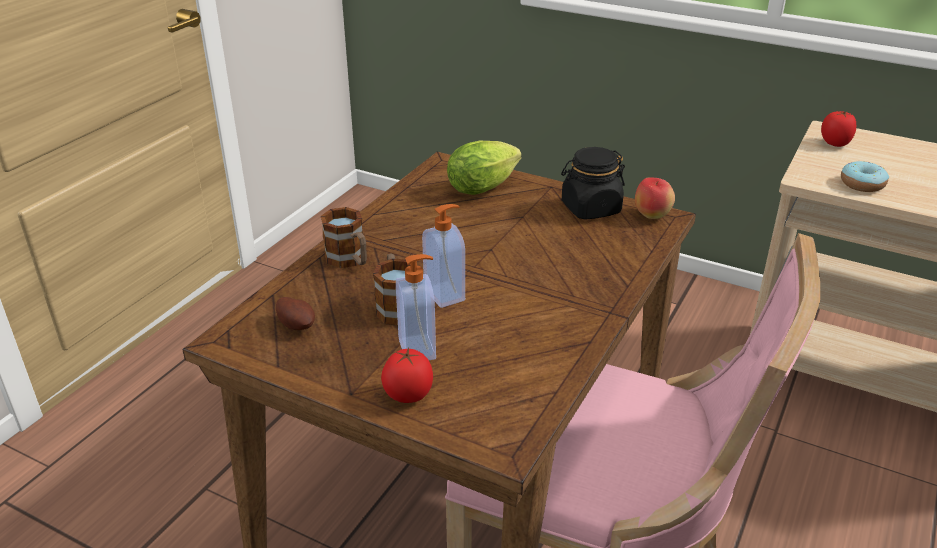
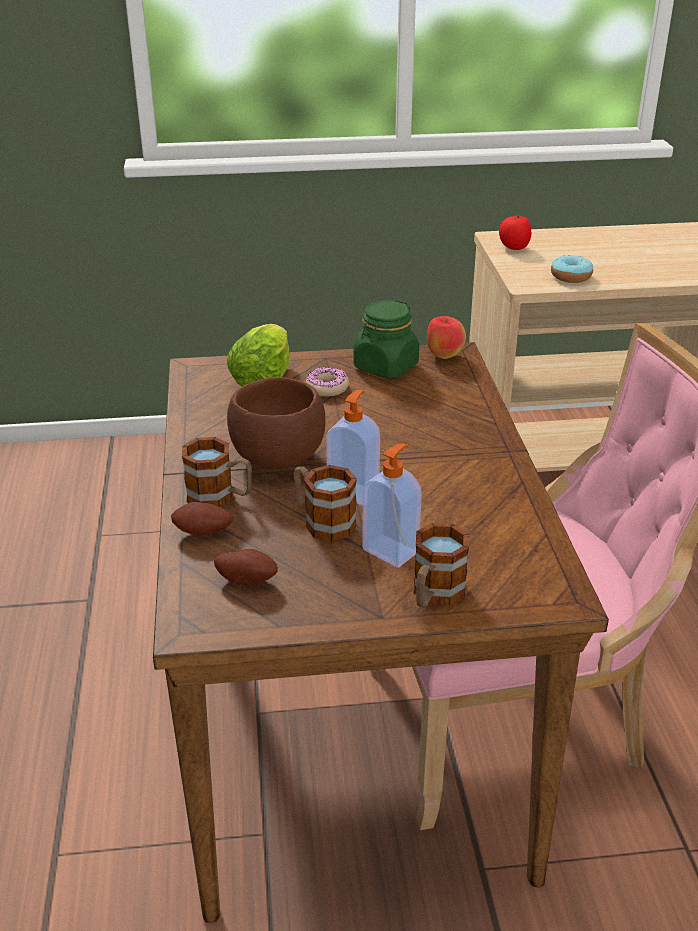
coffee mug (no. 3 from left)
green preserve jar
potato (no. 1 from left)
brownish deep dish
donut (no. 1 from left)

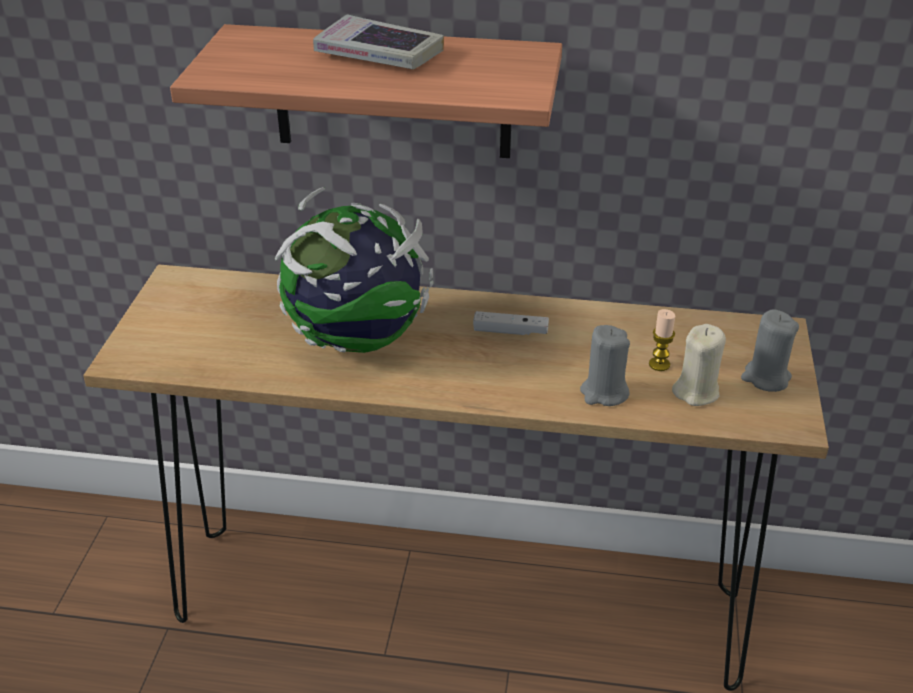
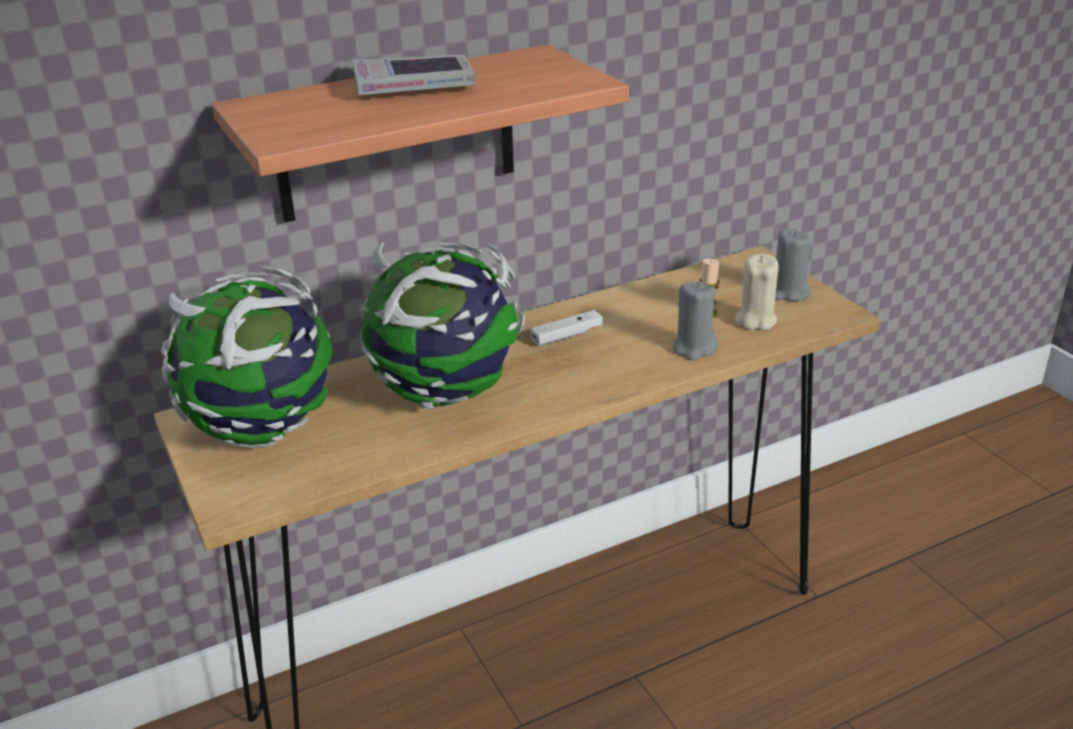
world globe (no. 1 from left)

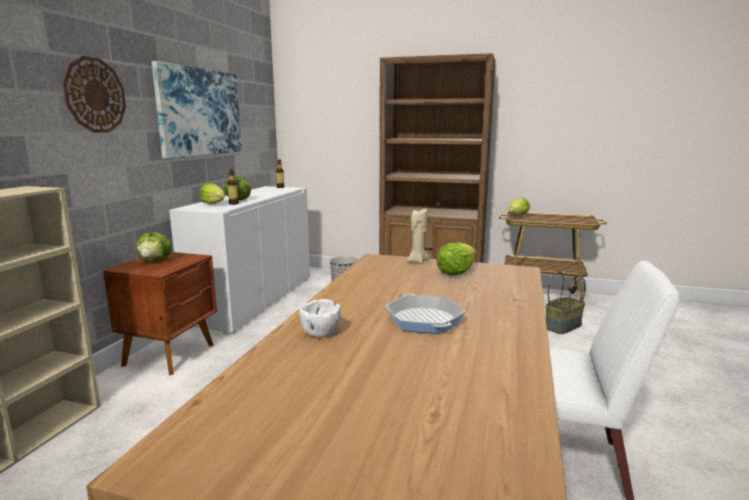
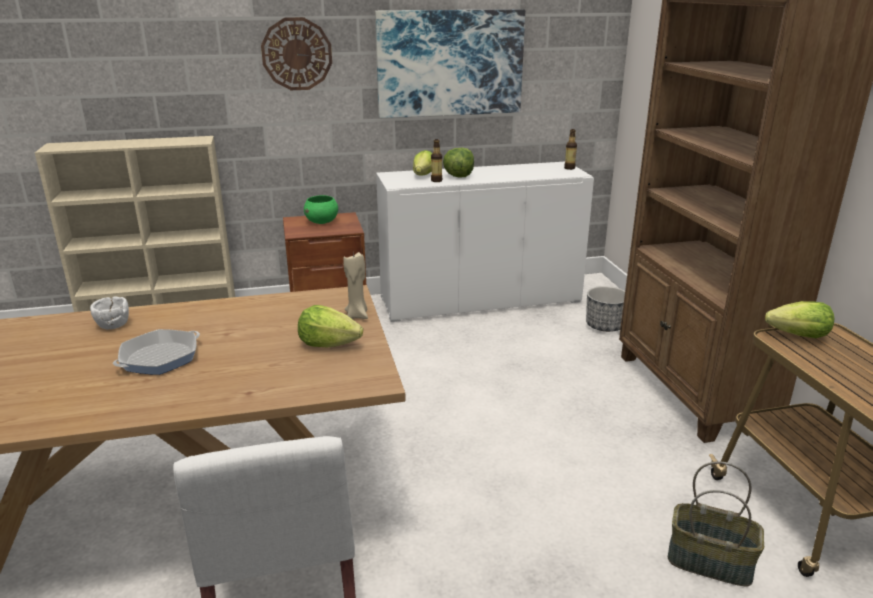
green deep dish

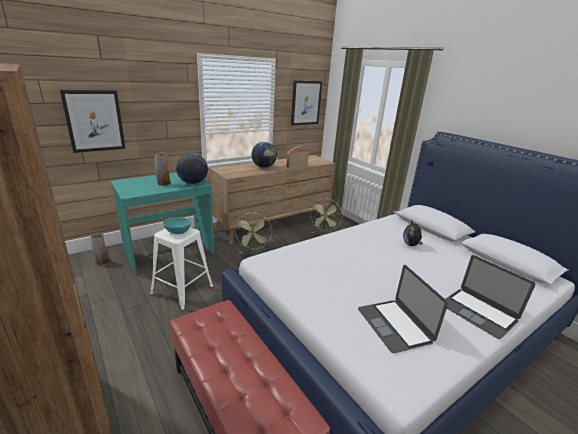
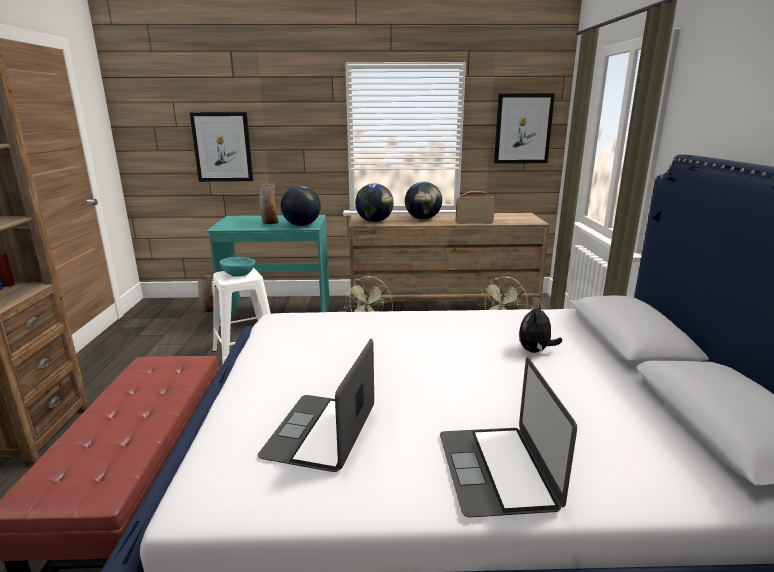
world globe (no. 2 from left)

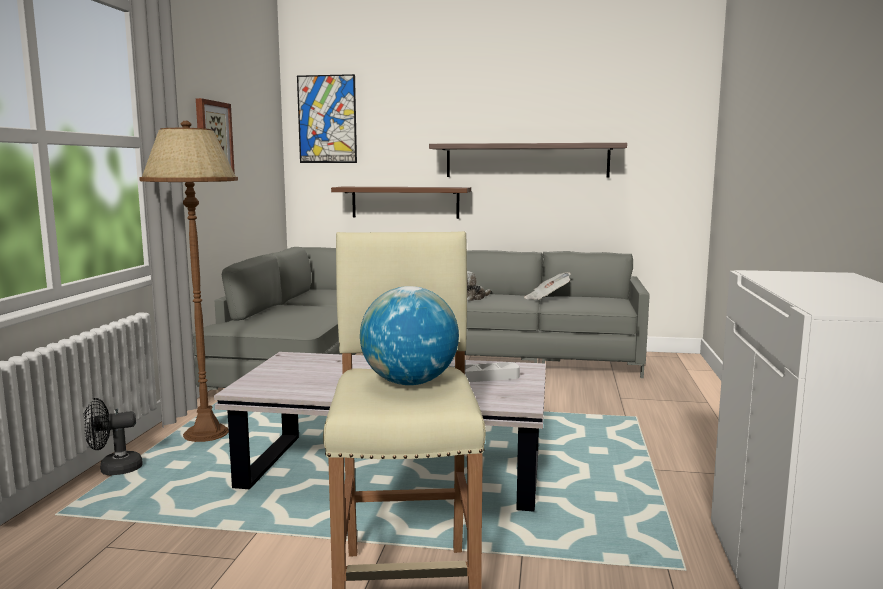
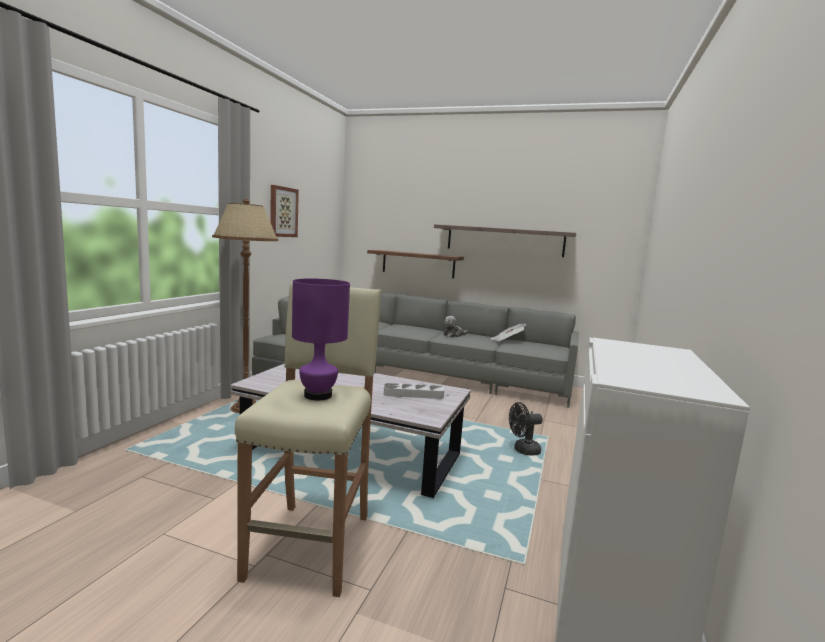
blackish electric fan
wall art (no. 2 from left in the first image)
purplish tabletop lamp

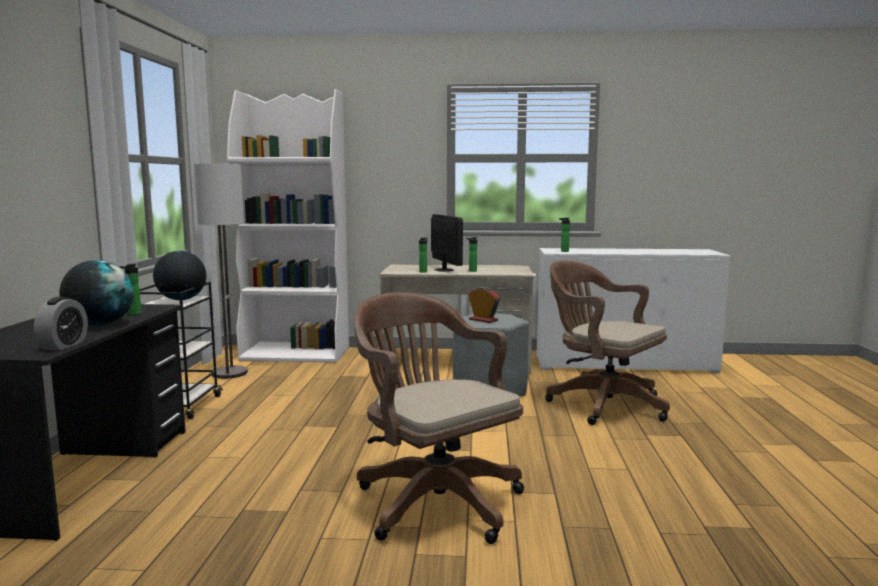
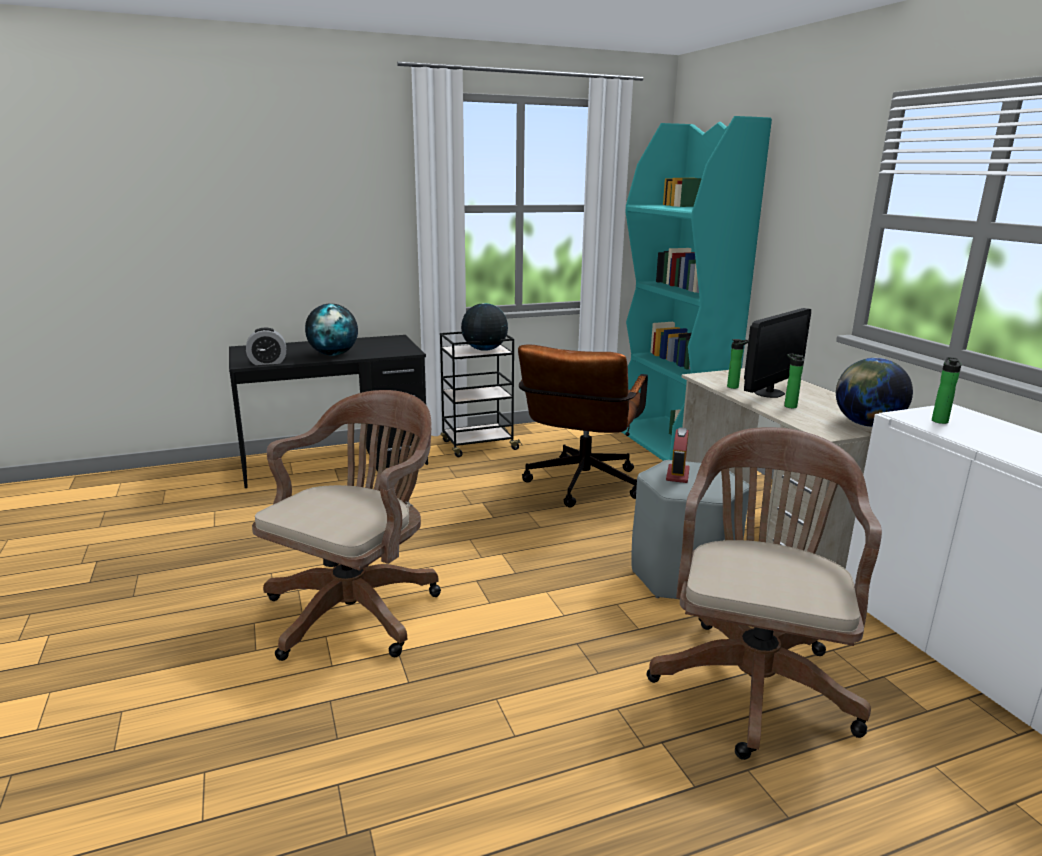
beverage bottle (no. 1 from left in the first image)
standard lamp
blue-green shelving unit
brownish office chair (no. 2 from left)
world globe (no. 3 from left)

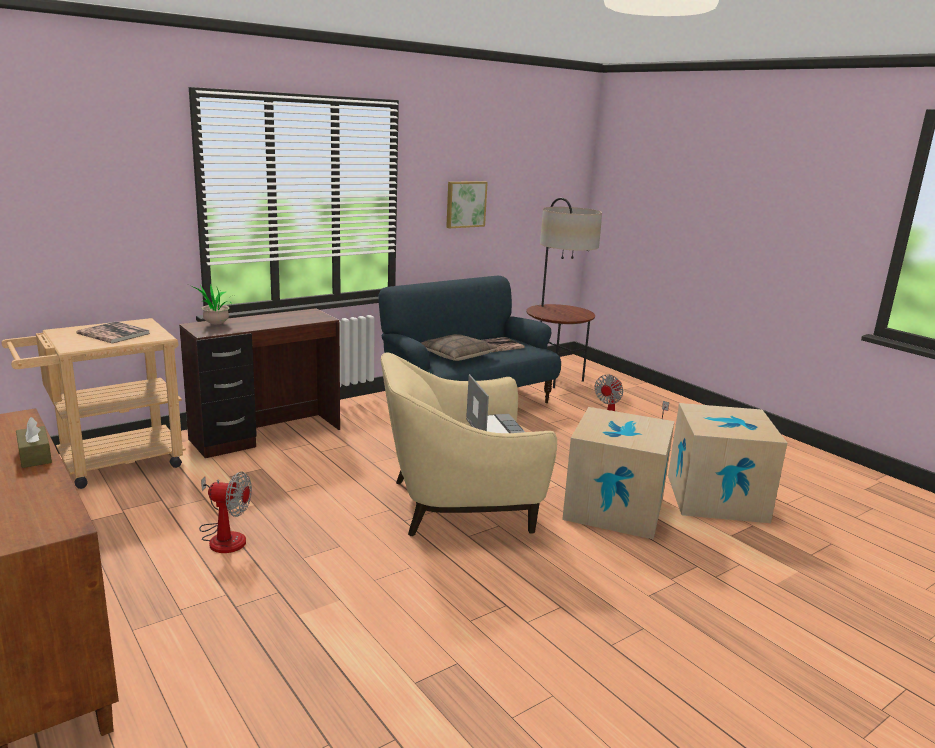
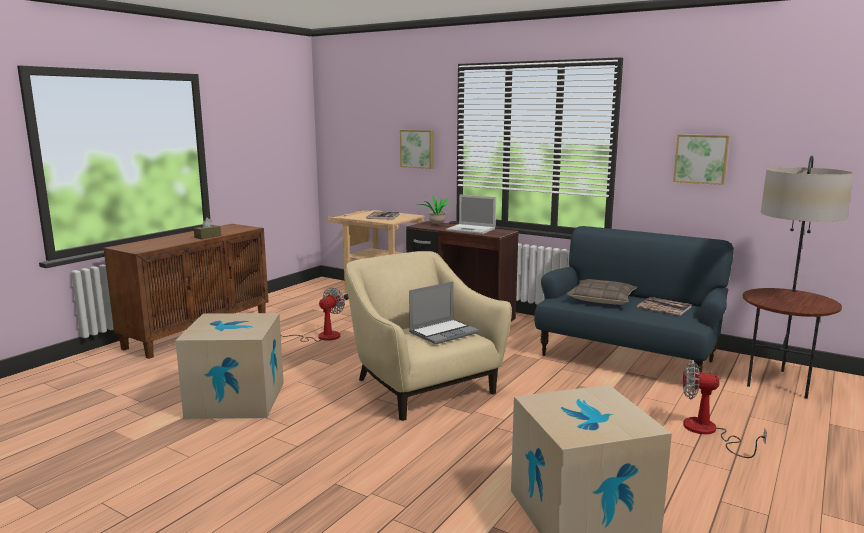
electric fan (no. 1 from left)
packing box (no. 1 from left)
wall art (no. 1 from left)
laptop (no. 2 from left)

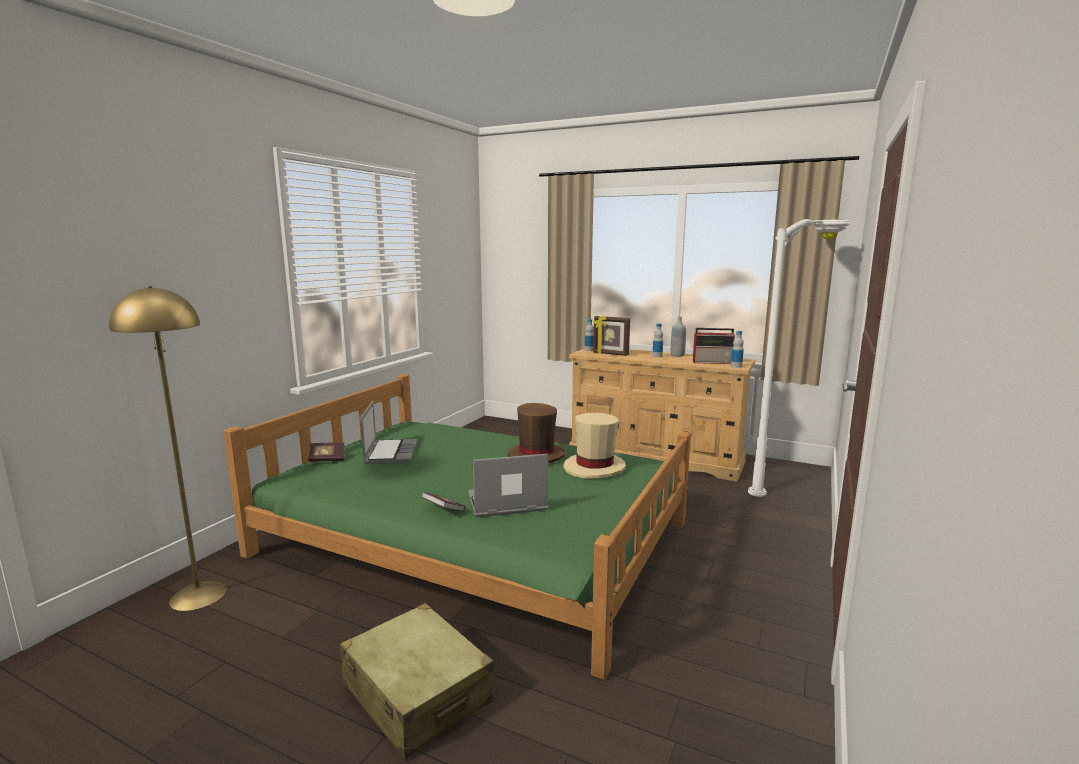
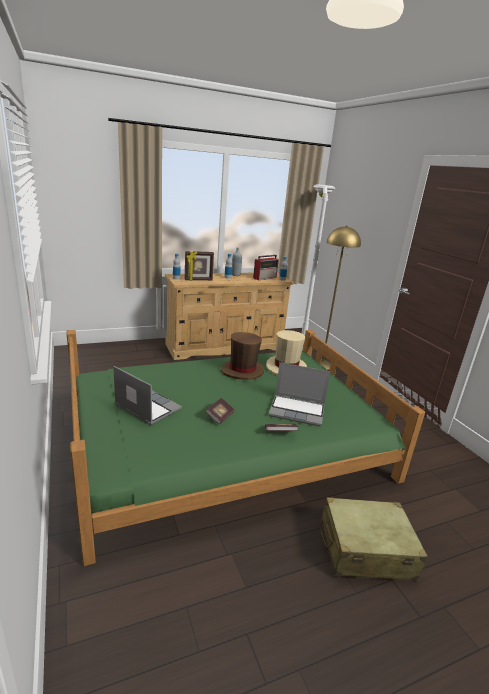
yellow-coloured standard lamp
bound book (no. 1 from left)
laptop (no. 2 from left)

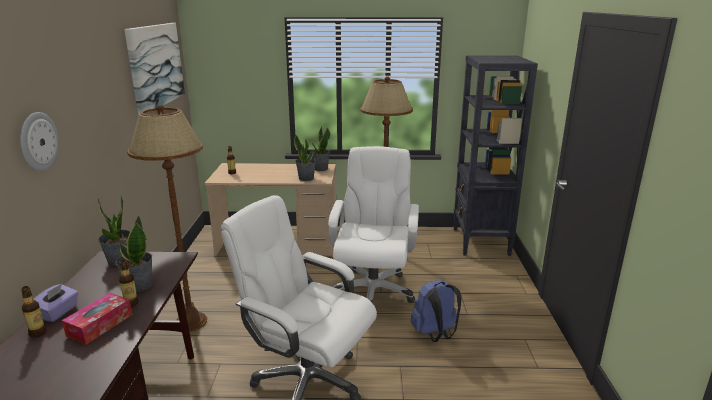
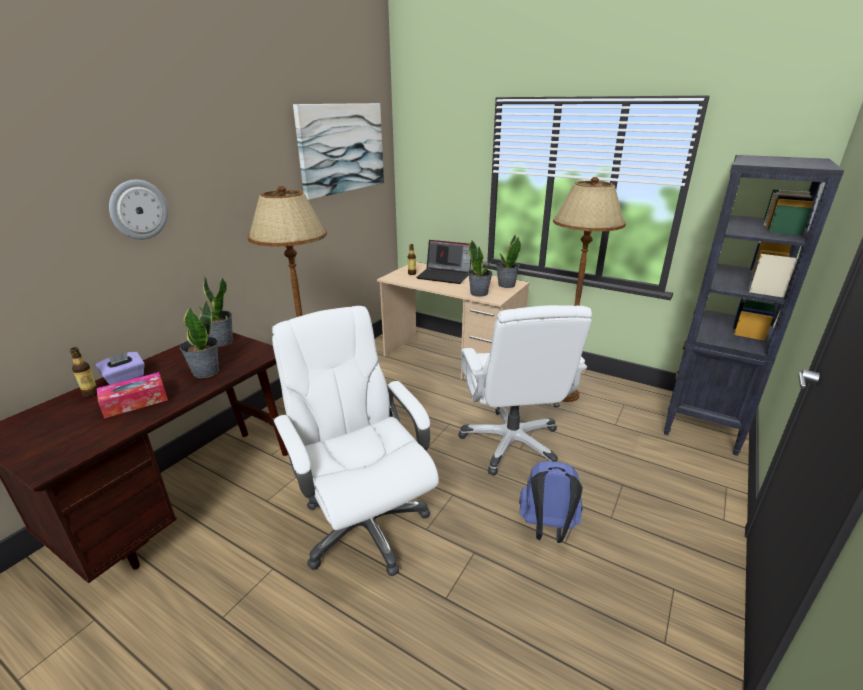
beverage bottle (no. 2 from left in the first image)
white-coloured office chair (no. 2 from left)
laptop

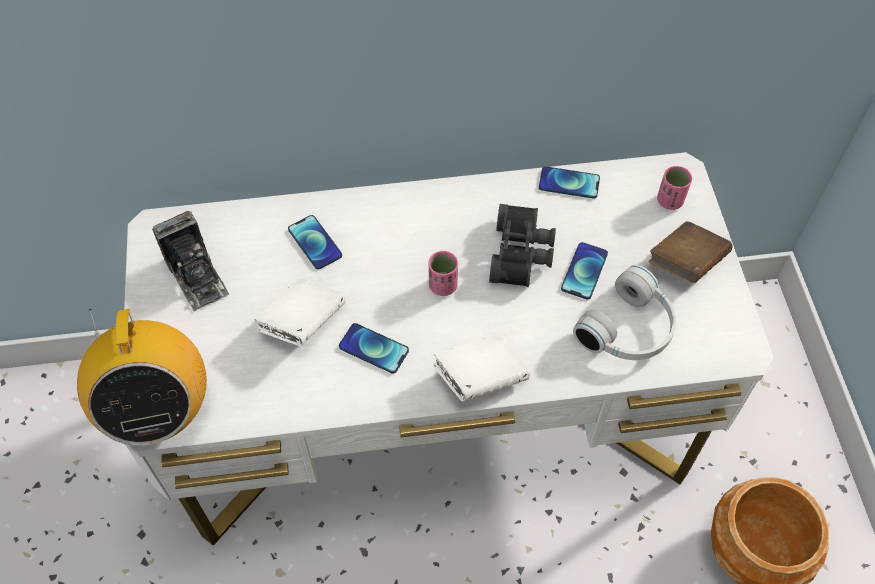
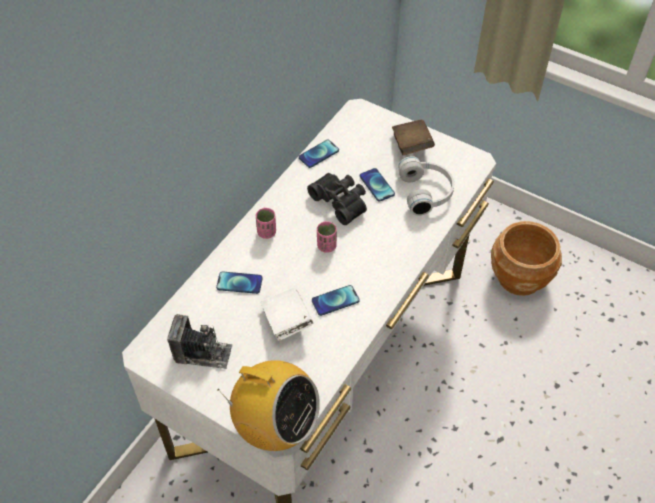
white-coloured bound book (no. 2 from left in the first image)
pink drinking cup (no. 1 from left)

